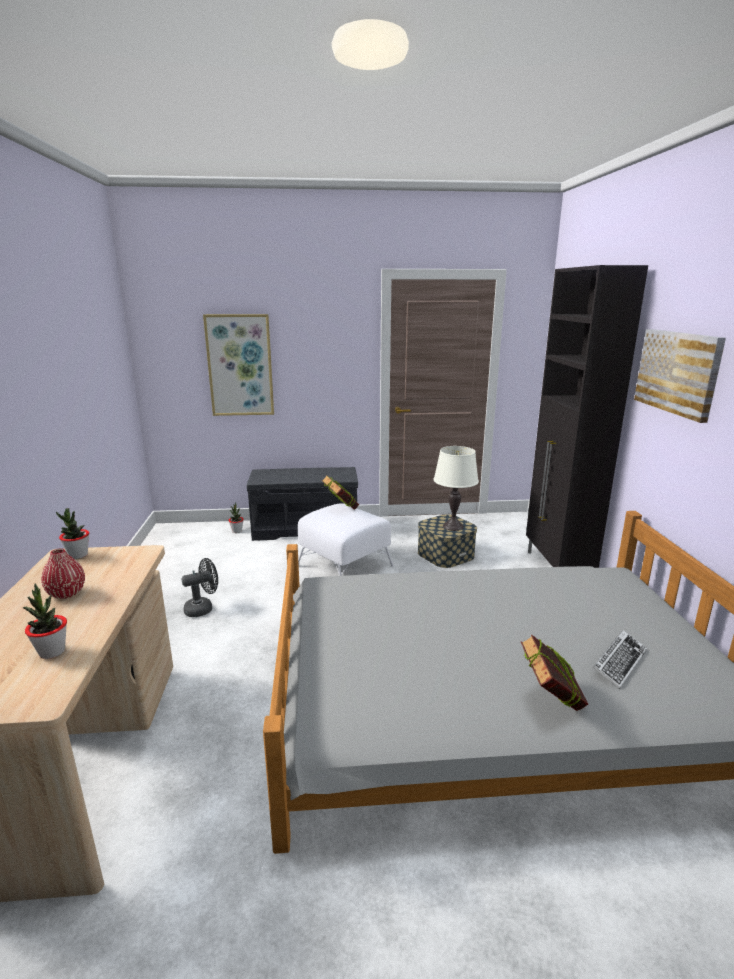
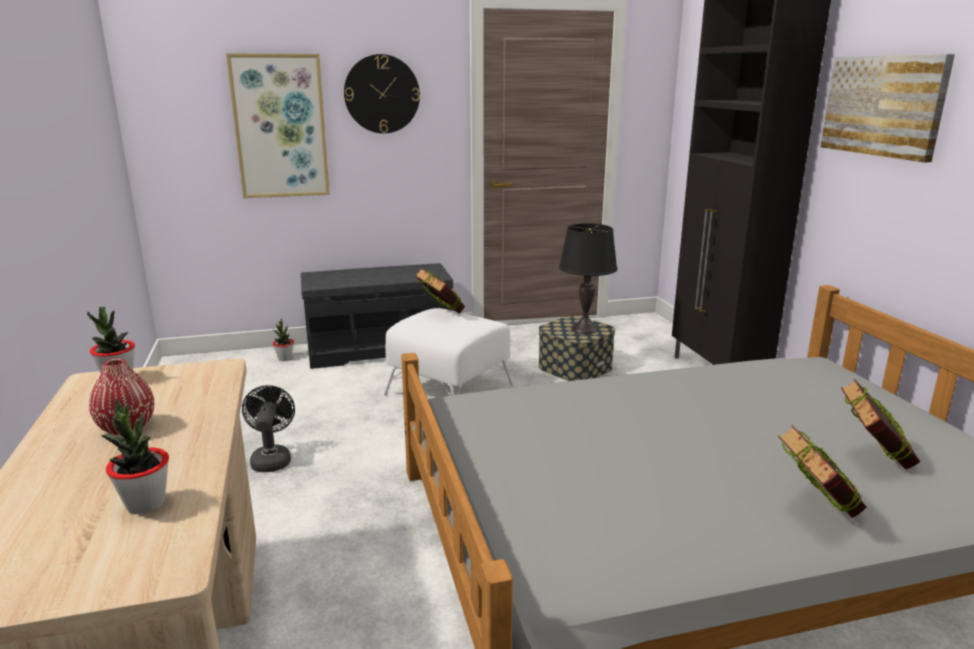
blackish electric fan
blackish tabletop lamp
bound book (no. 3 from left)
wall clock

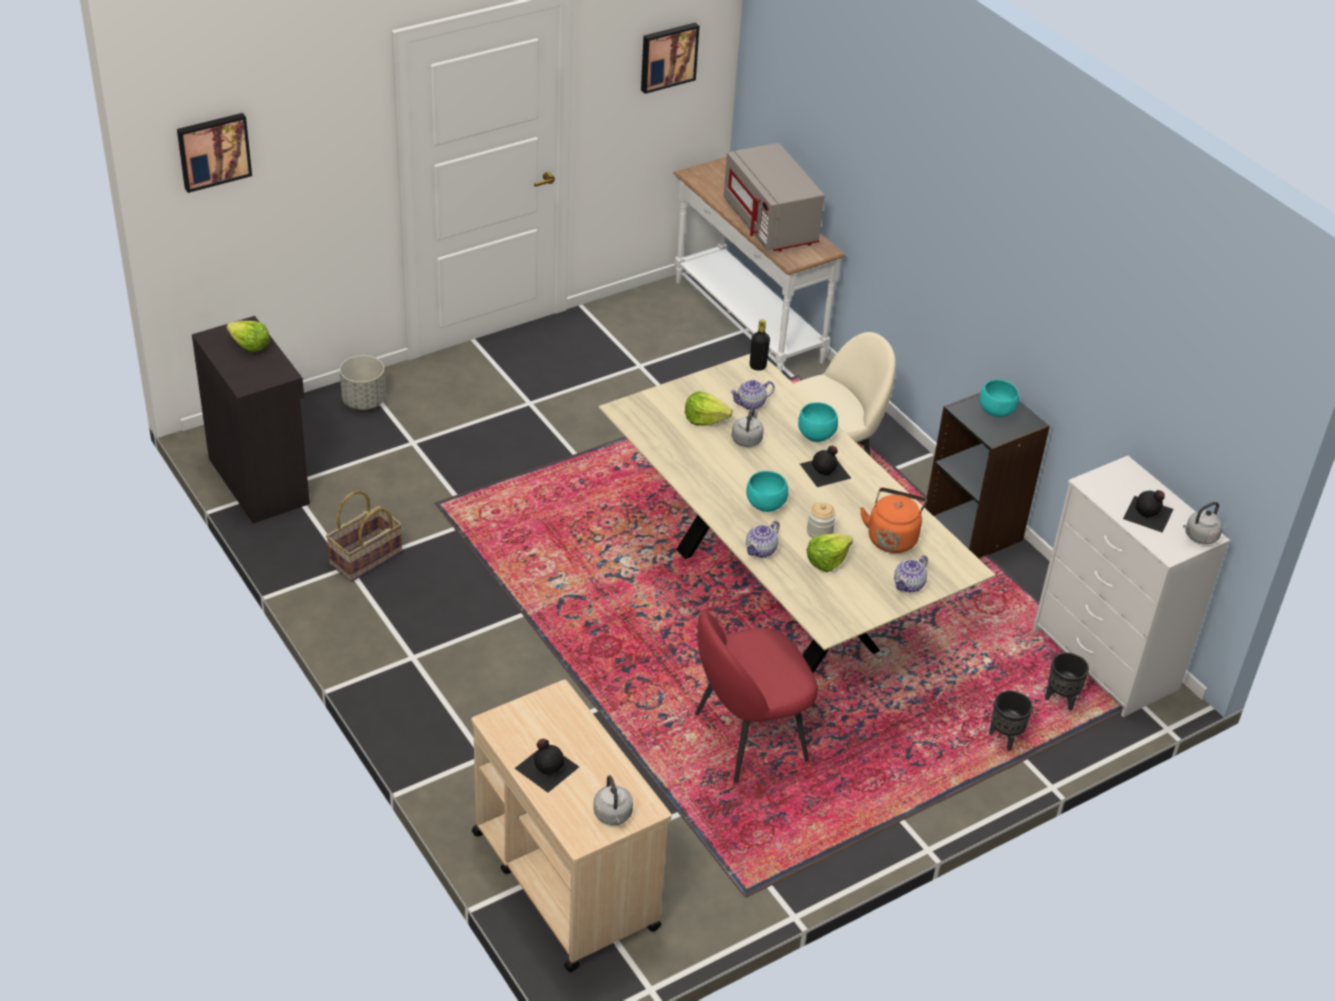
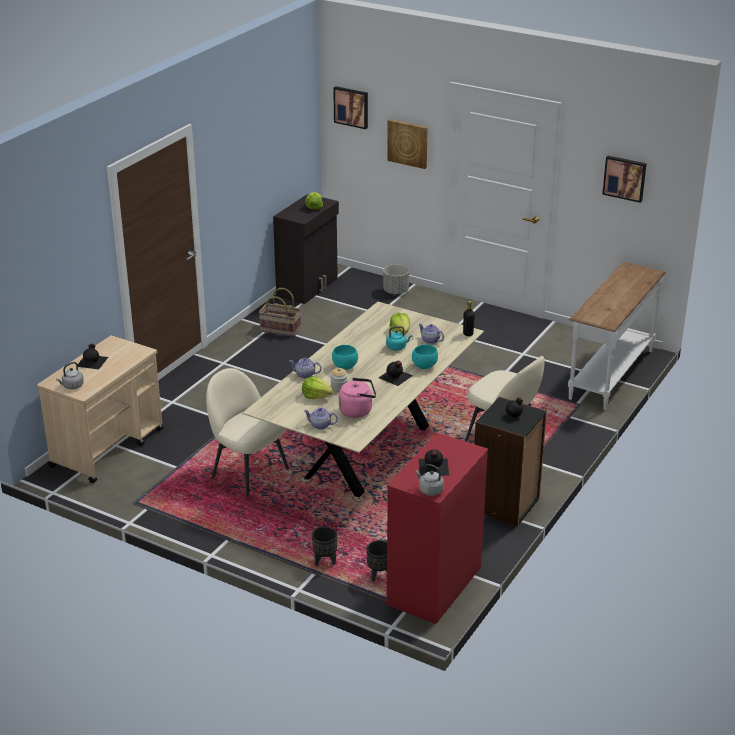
sand-coloured upright chair (no. 1 from left)
grey microwave
blue-green tea kettle
pink tea kettle
blackish beverage bottle (no. 5 from left)
red chest of drawers
wall art (no. 2 from left)

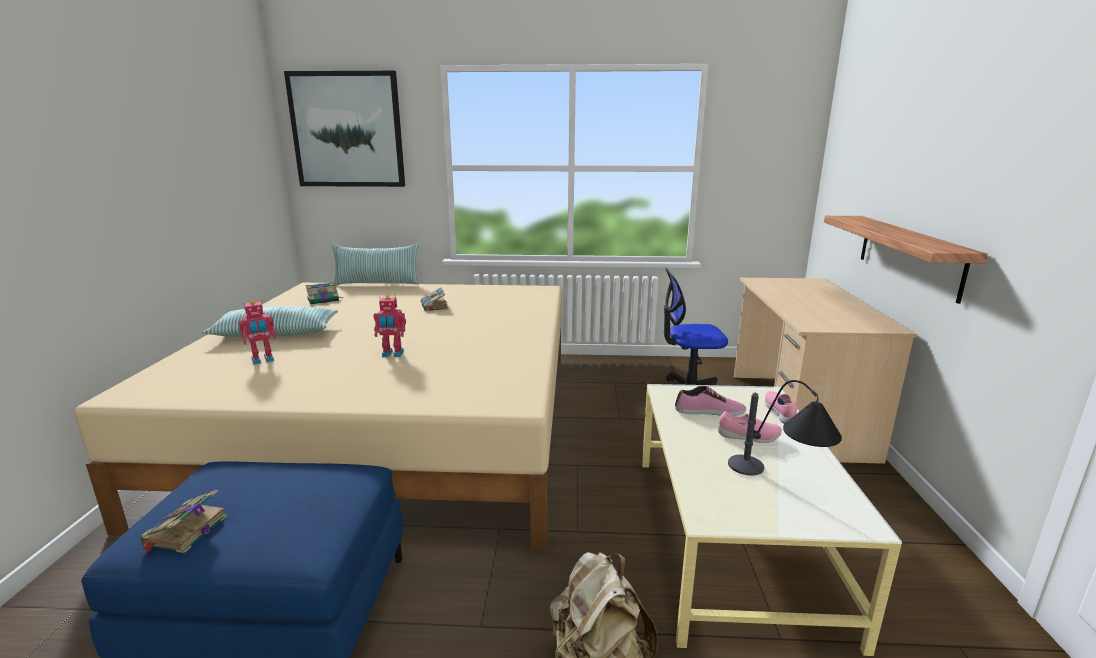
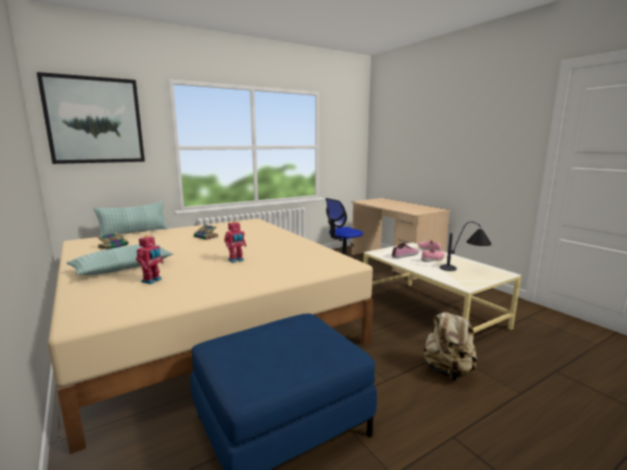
bound book (no. 1 from left in the first image)
shelf

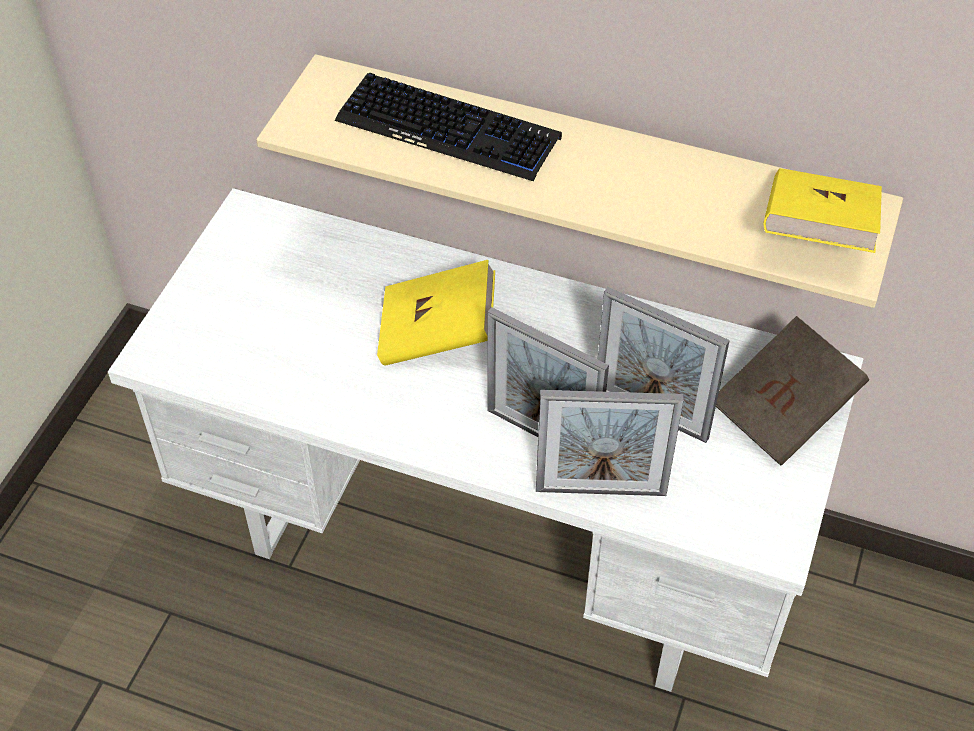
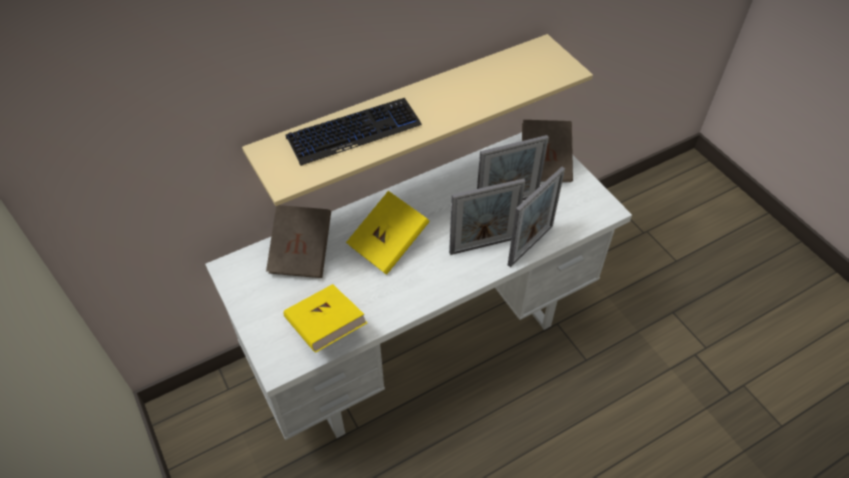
yellow-coloured bound book (no. 1 from left)
brownish bound book (no. 1 from left)

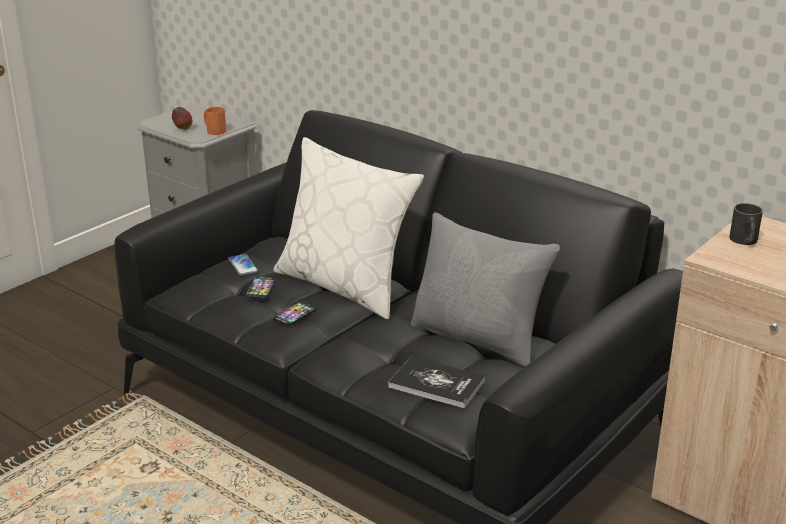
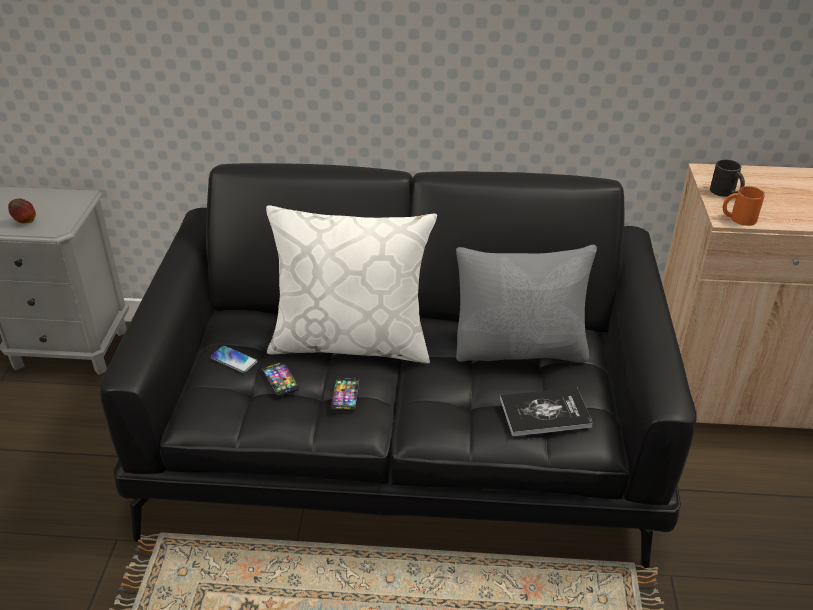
orange-coloured coffee mug

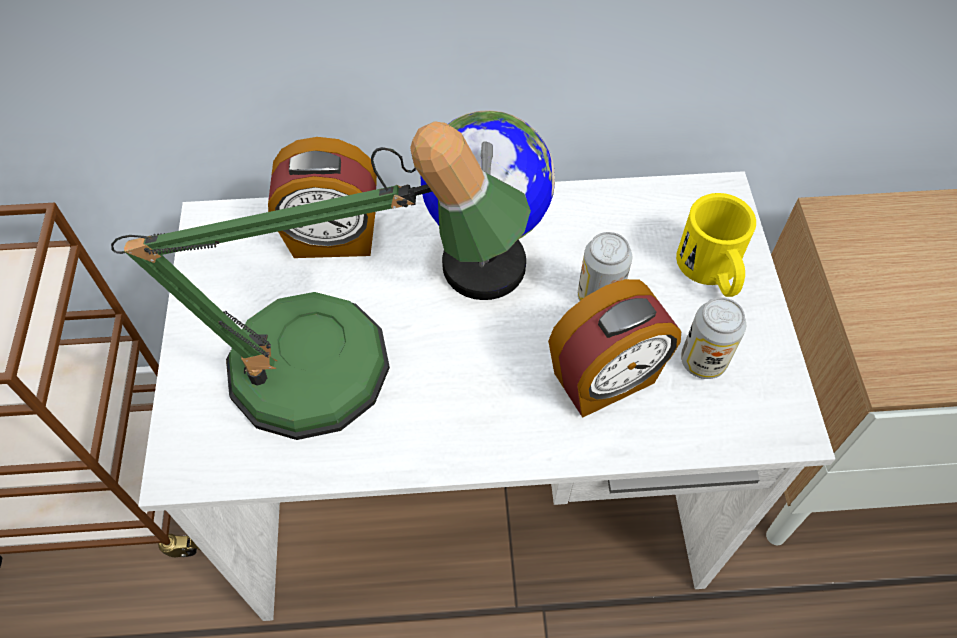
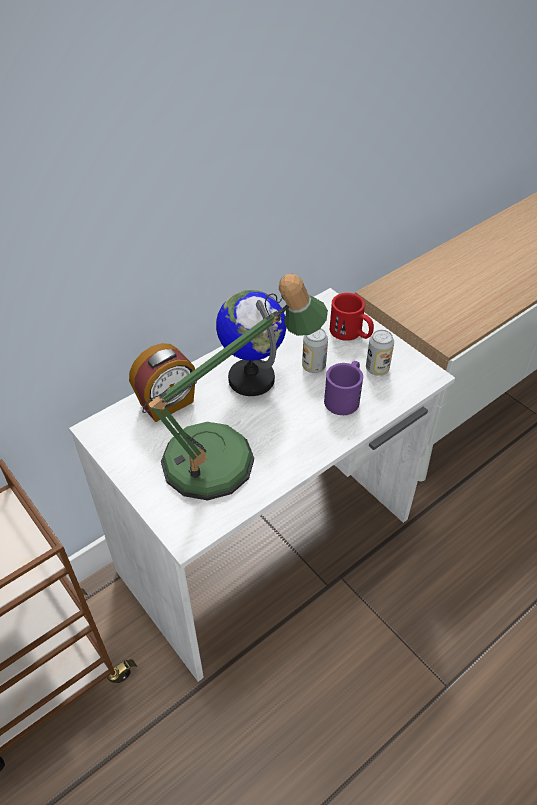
purplish coffee mug
red coffee mug

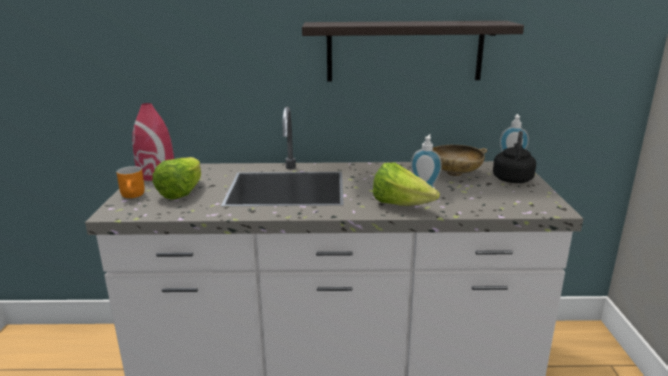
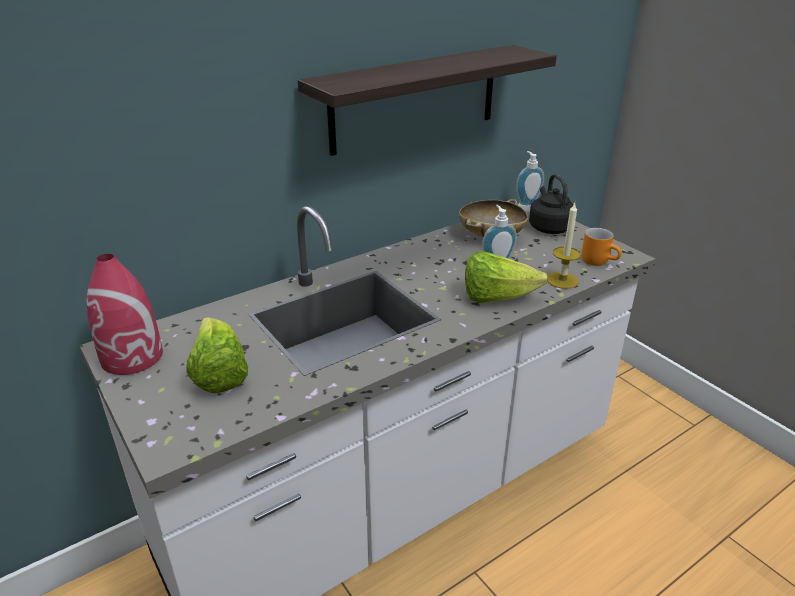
orange-coloured coffee mug
wax light

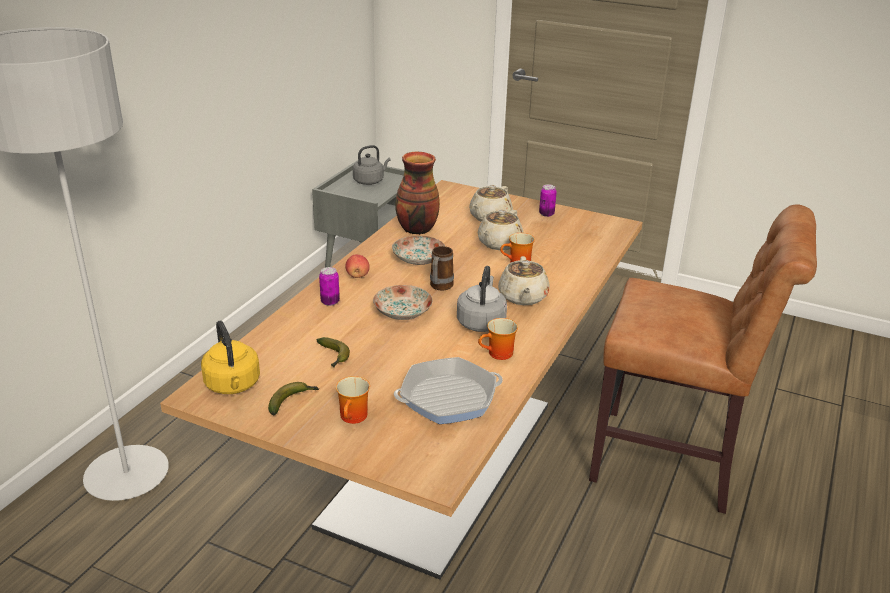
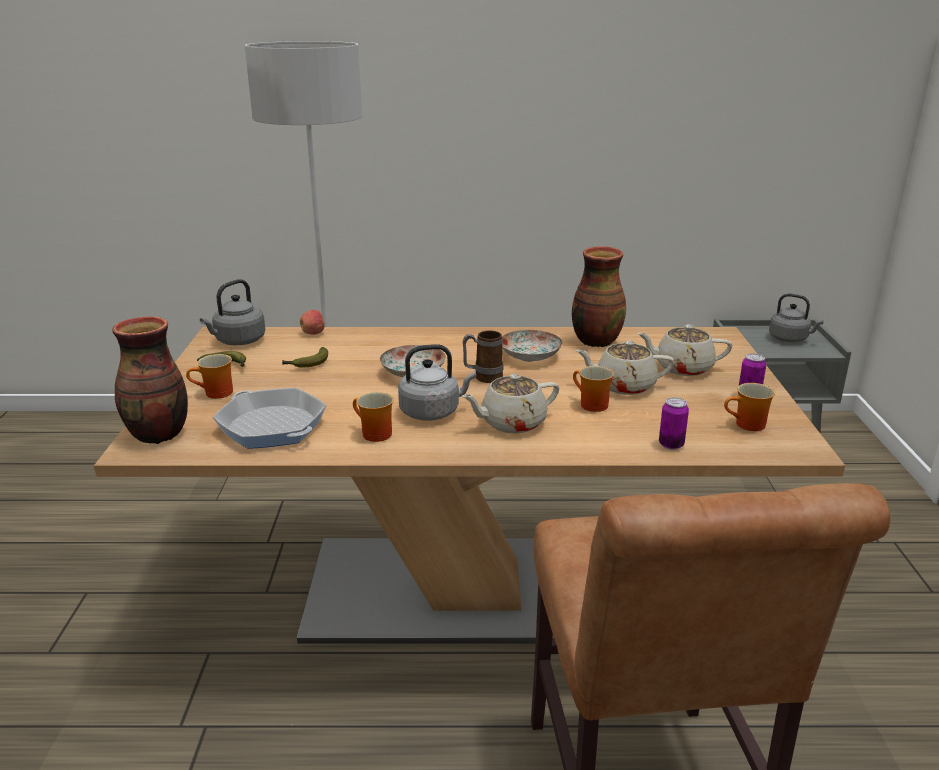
grey tea kettle (no. 1 from left)
can (no. 1 from left)
apple fruit
flower vase (no. 1 from left)
coffee mug (no. 5 from left)

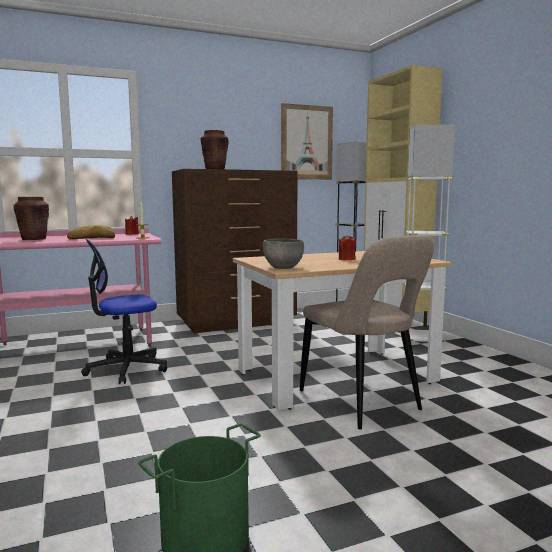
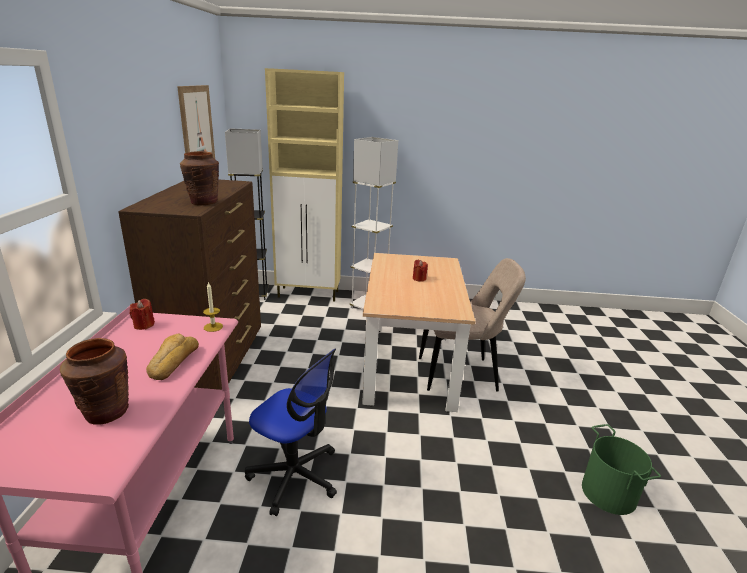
office chair
grey deep dish

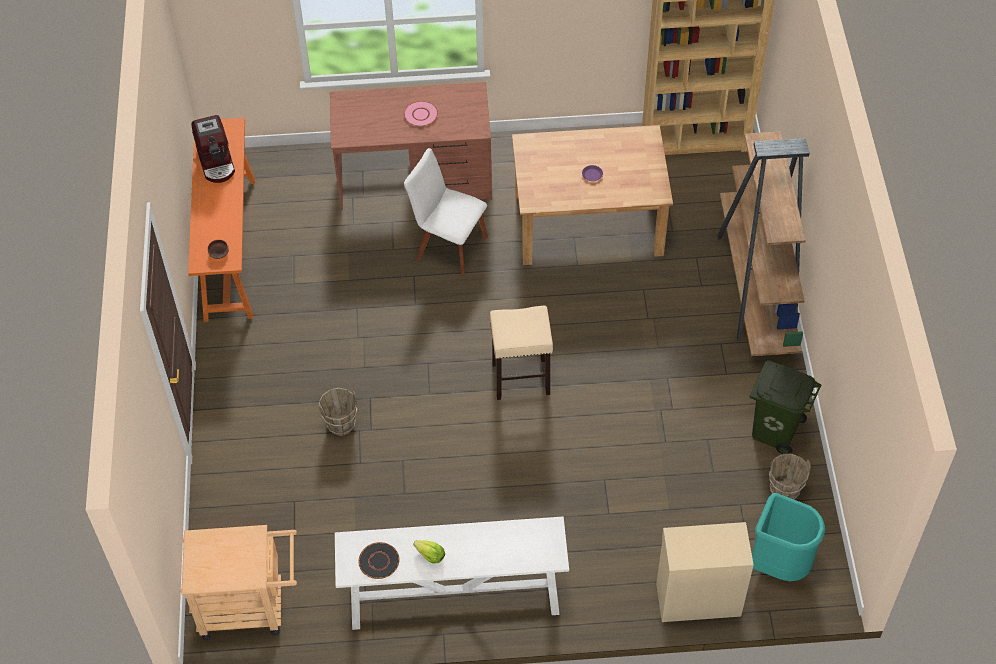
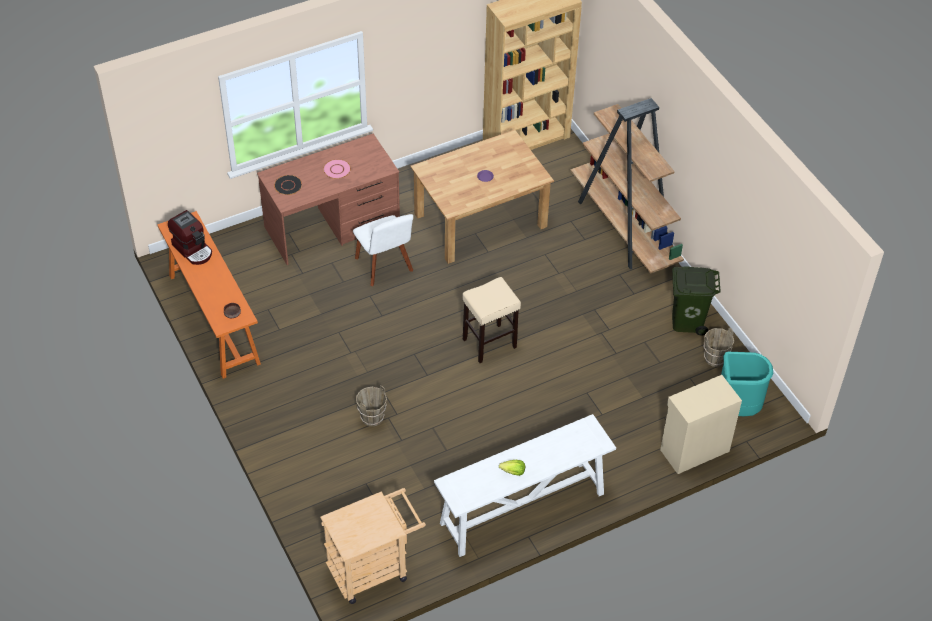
blackish plate
white-coloured upright chair

